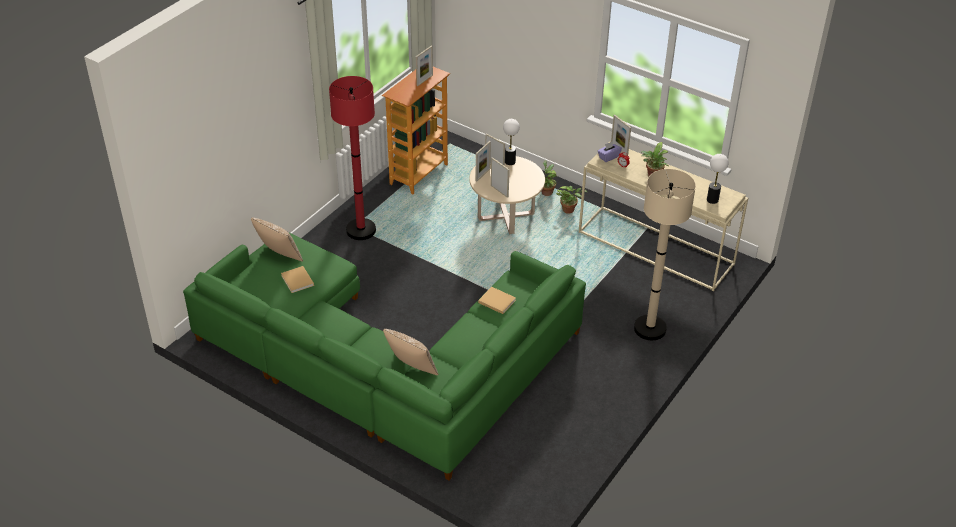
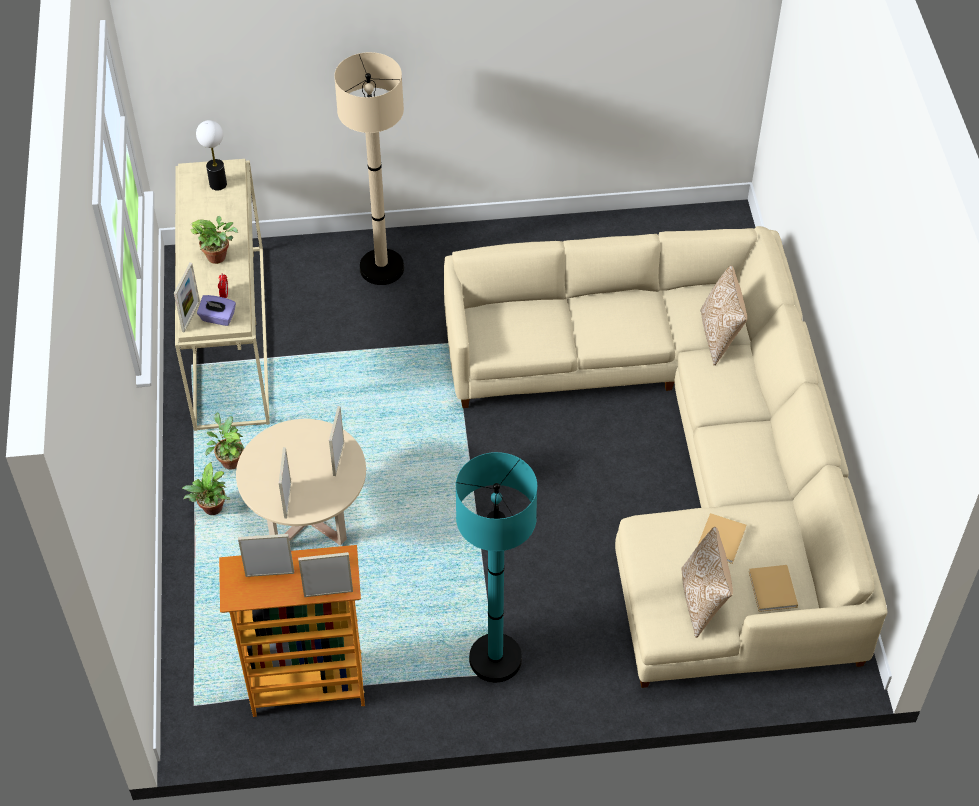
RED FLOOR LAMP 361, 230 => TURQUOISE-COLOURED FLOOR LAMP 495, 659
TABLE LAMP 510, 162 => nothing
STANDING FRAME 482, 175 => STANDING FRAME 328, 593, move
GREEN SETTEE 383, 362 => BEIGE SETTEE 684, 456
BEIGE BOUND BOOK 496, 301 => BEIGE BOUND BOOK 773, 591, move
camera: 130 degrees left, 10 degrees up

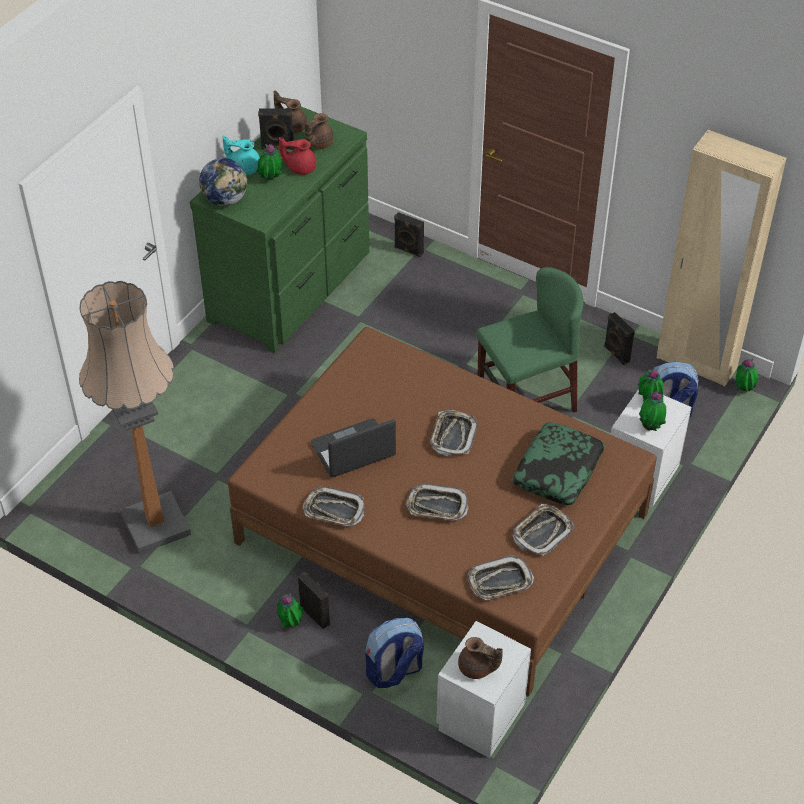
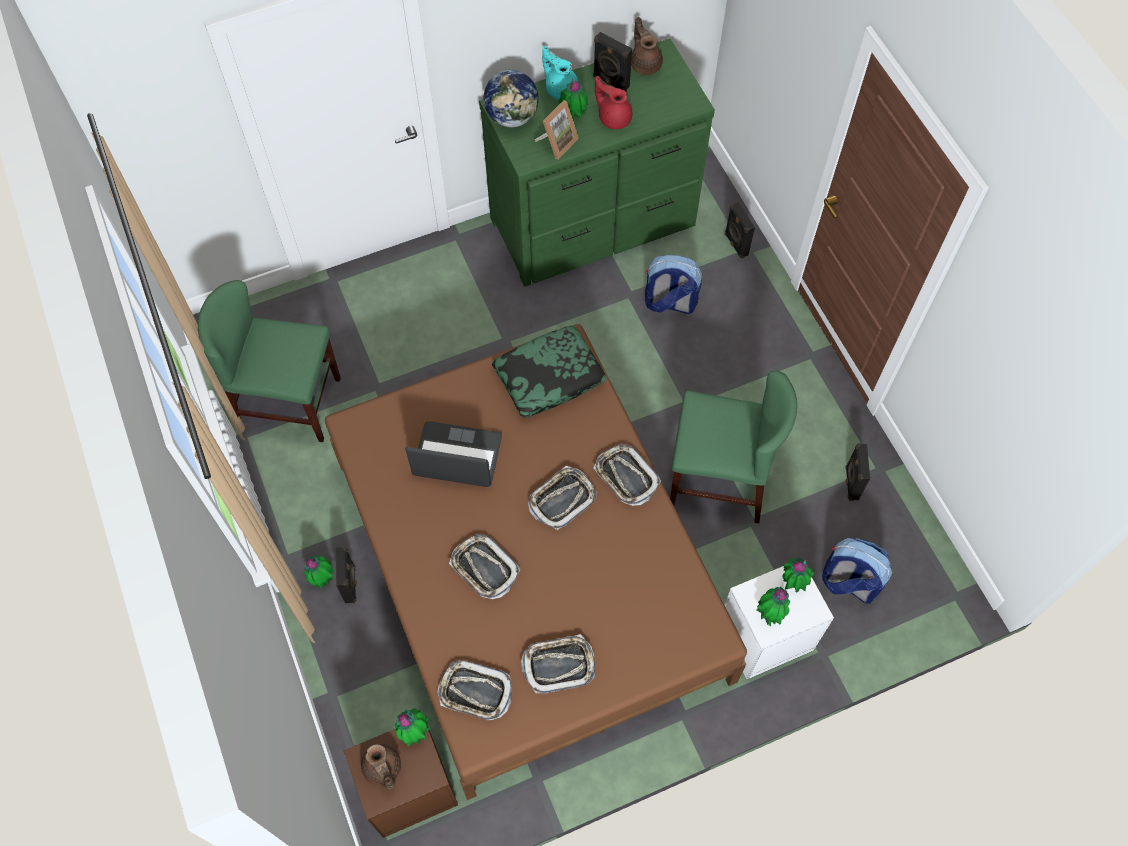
BROWN-COLOURED TEA POT 318, 143 => nothing
BEIGE WARDROBE 696, 363 => nothing
FLOOR LAMP 155, 524 => GREEN CHAIR 290, 403
PLANT IN A POT 743, 389 => PLANT IN A POT 414, 732, move
PILLOW 558, 470 => PILLOW 549, 377, move
SERVING TRAY 334, 510 => SERVING TRAY 626, 477, move
KNAPSACK 394, 671 => KNAPSACK 669, 303, move
WHITE-COLOURED NIGHTSTAND 479, 717 => BROWN-COLOURED NIGHTSTAND 407, 789
nothing => STANDING FRAME 557, 143
camera: 35 degrees right, 15 degrees up

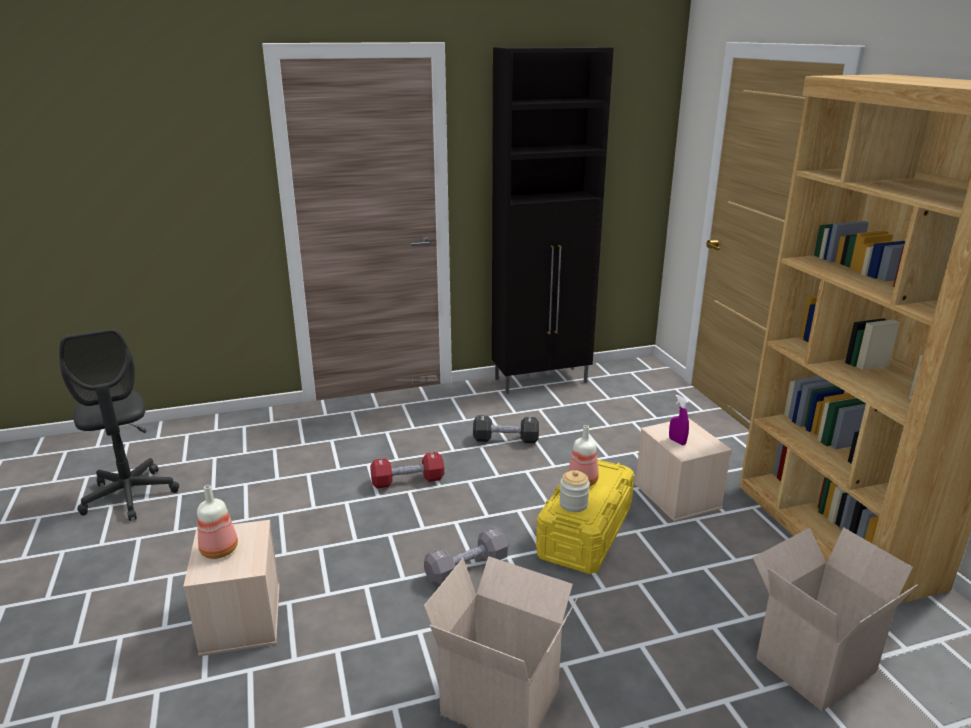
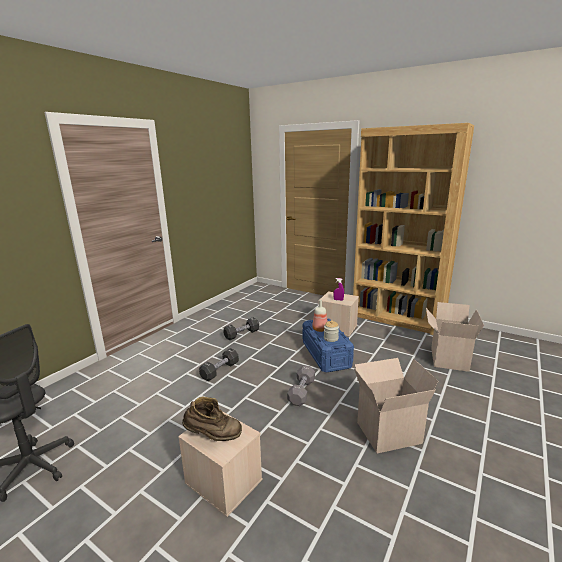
BLACK-COLOURED STORAGE CABINET 542, 380 => nothing
RED FREE WEIGHT 408, 481 => BLACK-COLOURED FREE WEIGHT 220, 371
YELLOW-COLOURED STORAGE CONTAINER 585, 532 => BLUE STORAGE CONTAINER 326, 354
DRINK BOTTLE 220, 549 => BROWN-COLOURED TALL BOOT 213, 436
camera: 40 degrees left, 5 degrees down

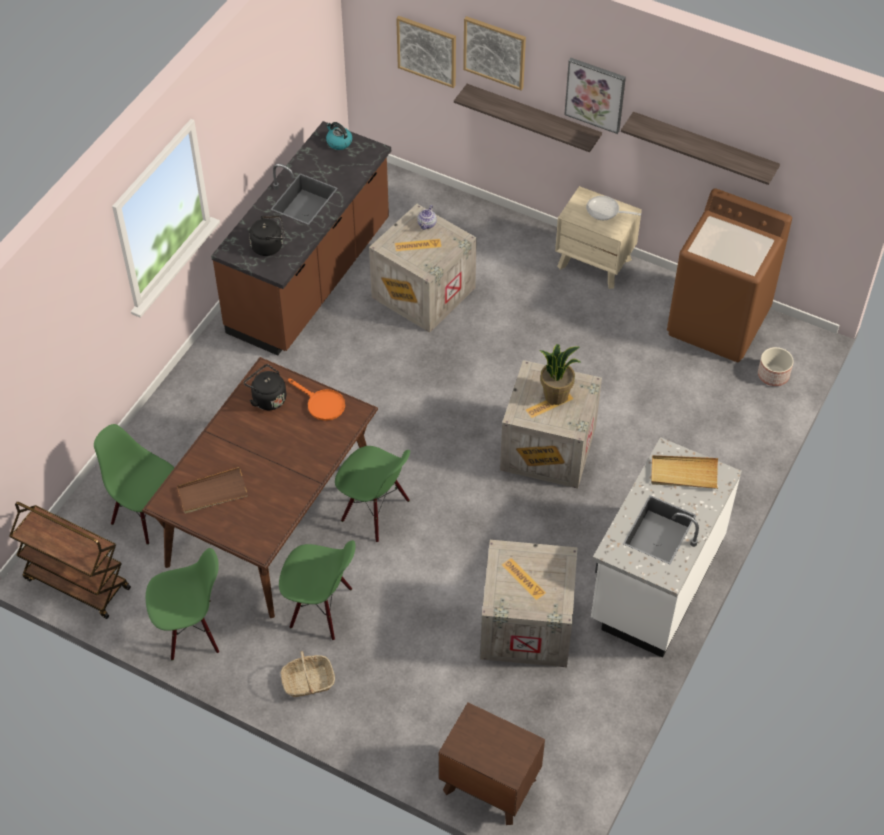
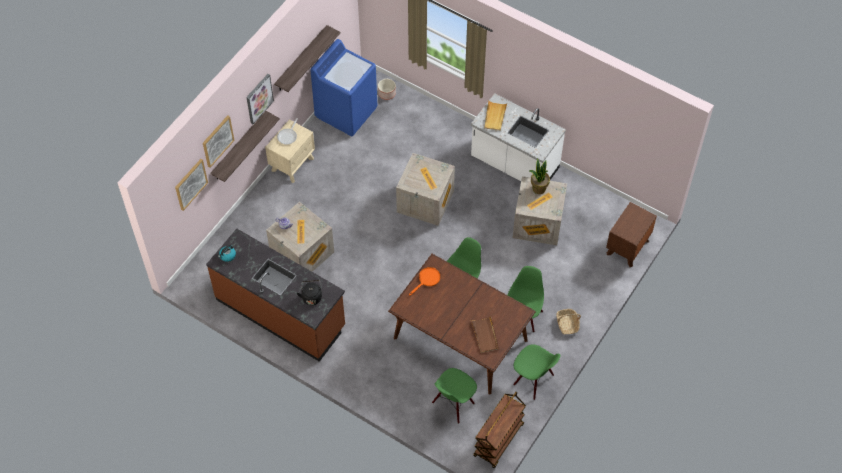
BROWN-COLOURED WASHING MACHINE 718, 322 => BLUE WASHING MACHINE 346, 112
PLANT IN A POT 556, 395 => PLANT IN A POT 538, 188, move
BLACK-COLOURED TEA KETTLE 267, 398 => nothing
GREEN CHAIR 191, 631 => GREEN CHAIR 533, 380, 135 degrees clockwise
camera: 85 degrees left, 5 degrees up

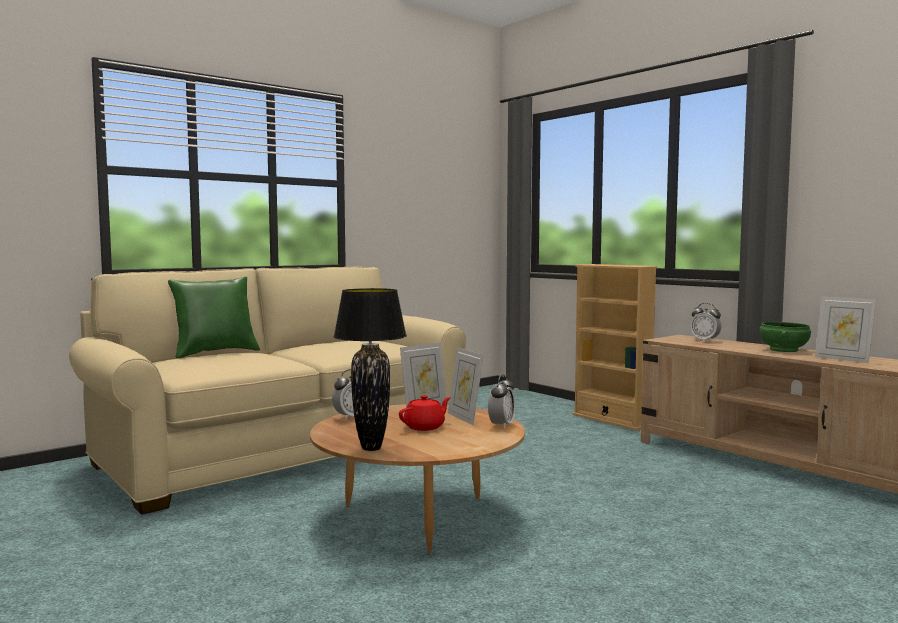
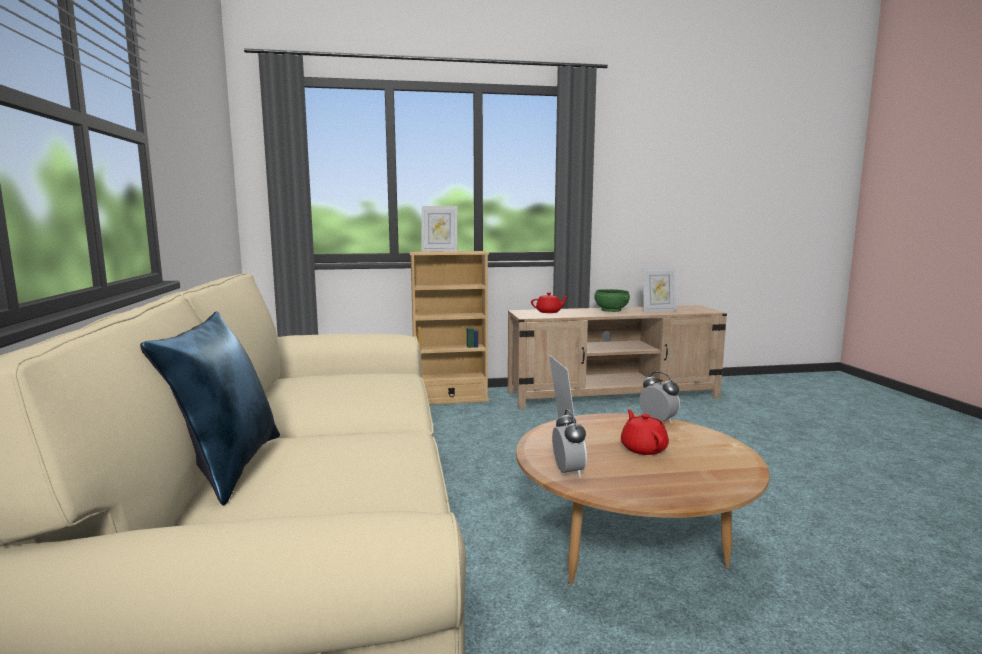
GREEN PILLOW 215, 353 => BLUE PILLOW 226, 468
BLACK-COLOURED TABLE LAMP 372, 448 => nothing
BEDSIDE CLOCK 705, 341 => RED TEA POT 549, 312
STANDING FRAME 465, 418 => STANDING FRAME 439, 251, move
camera: 60 degrees left, 5 degrees up

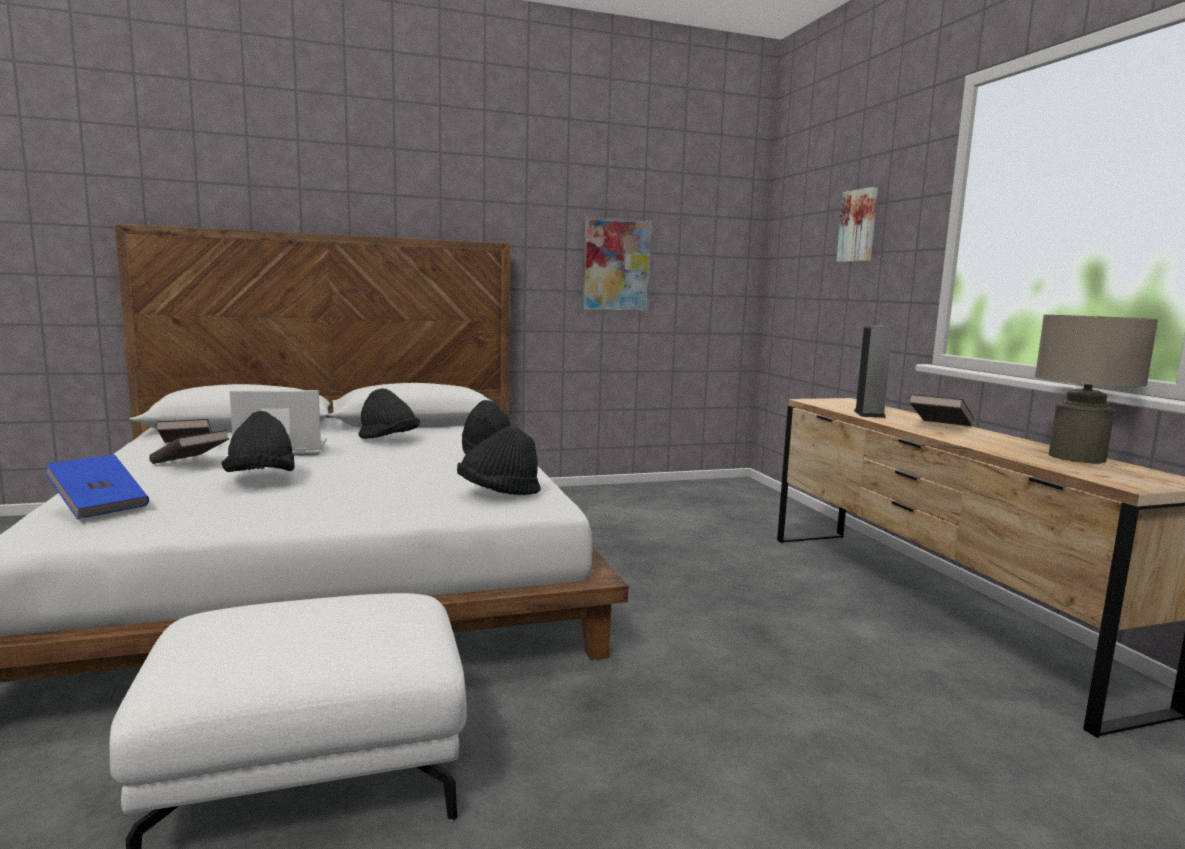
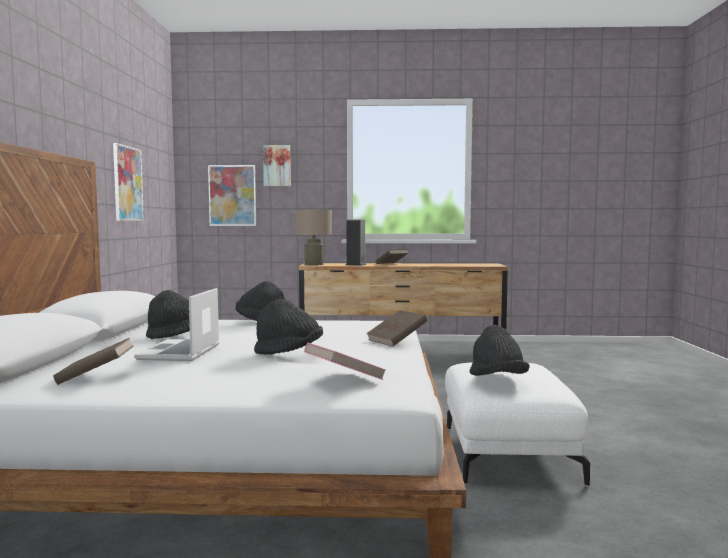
BEIGE TABLE LAMP 1077, 457 => BEIGE TABLE LAMP 314, 264, move
BLACK-COLOURED HAT 499, 493 => BLACK-COLOURED HAT 497, 380, move
BROWN-COLOURED BOUND BOOK 190, 463 => BROWN-COLOURED BOUND BOOK 396, 340, move
BLUE BOUND BOOK 100, 505 => PINK BOUND BOOK 344, 378
nothing => WALL PICTURE 232, 195
camera: 70 degrees left, 5 degrees down

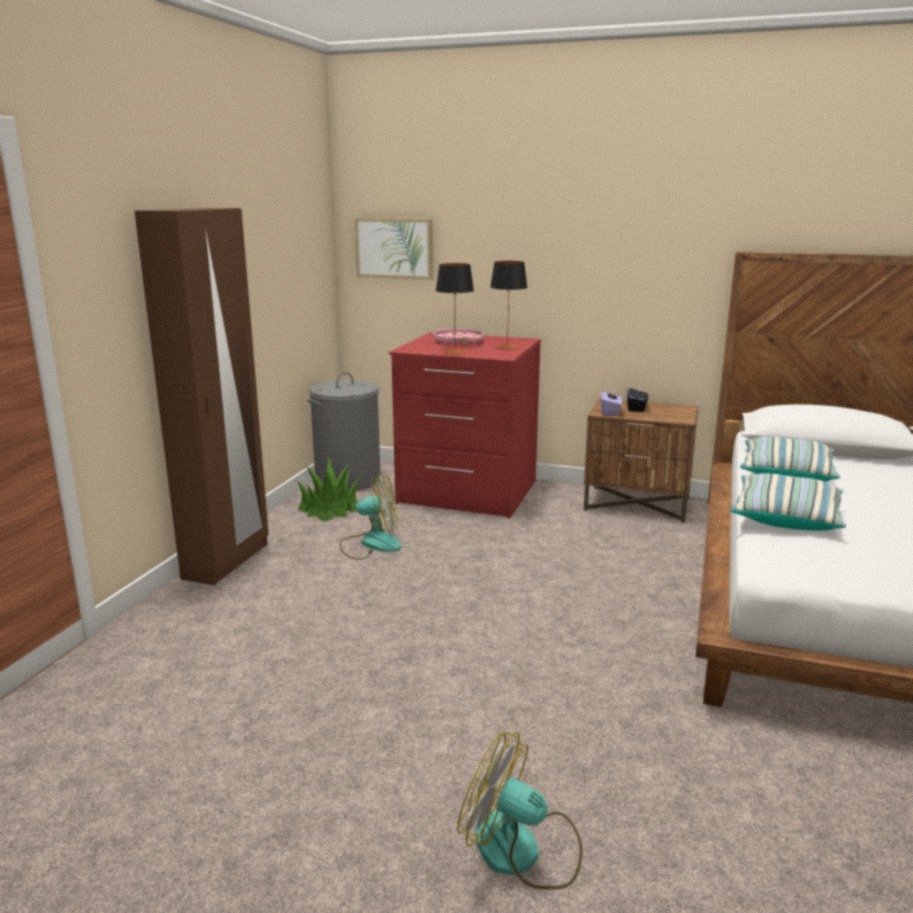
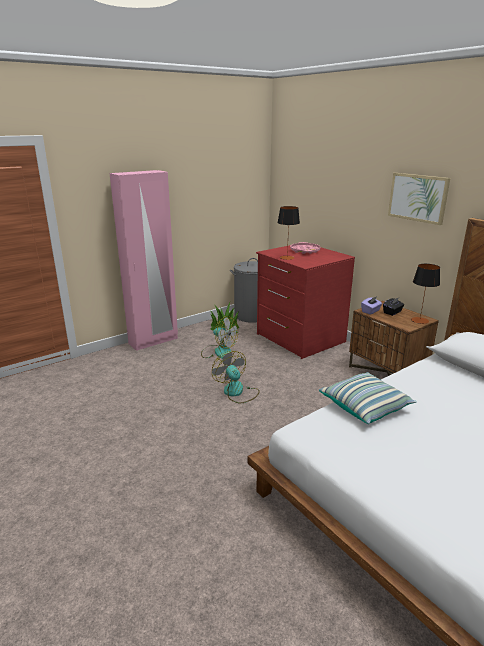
BROWN-COLOURED WARDROBE 227, 561 => PINK WARDROBE 153, 341
WALL PICTURE 394, 248 => WALL PICTURE 418, 197, move
TABLE LAMP 507, 347 => TABLE LAMP 419, 320, move
PILLOW 786, 474 => nothing
FAN 522, 851 => FAN 237, 392, move
camera: 35 degrees right, 5 degrees up

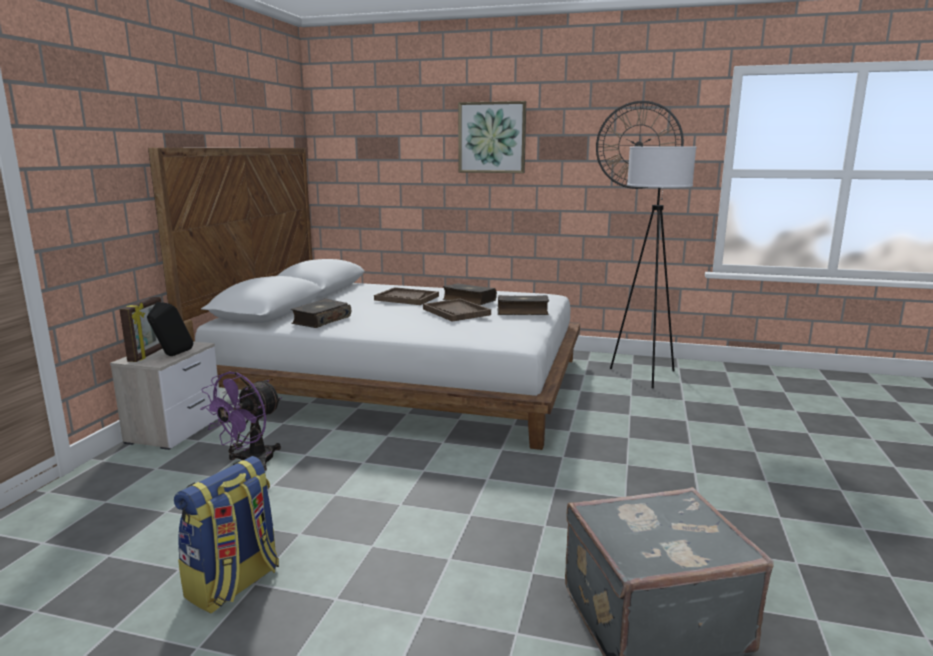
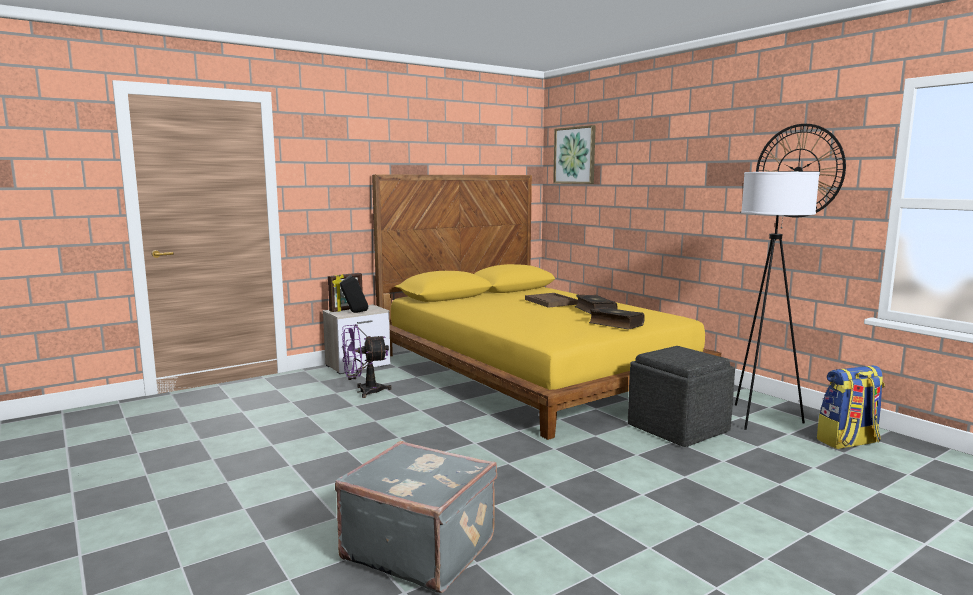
WALL PICTURE 492, 137 => WALL PICTURE 575, 155, move
WHITE-COLOURED BEDROOM BED 401, 381 => YELLOW-COLOURED BEDROOM BED 534, 371
BOUND BOOK 321, 320 => nothing
BROWN-COLOURED SERVING TRAY 456, 312 => nothing
KNAPSACK 234, 584 => KNAPSACK 848, 442, move
nothing => GREY POUFFE 678, 427
camera: 40 degrees right, 5 degrees down

